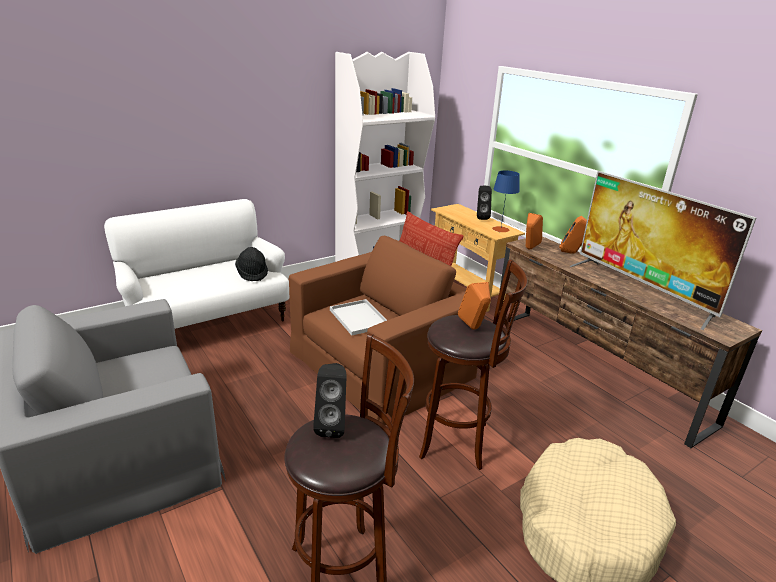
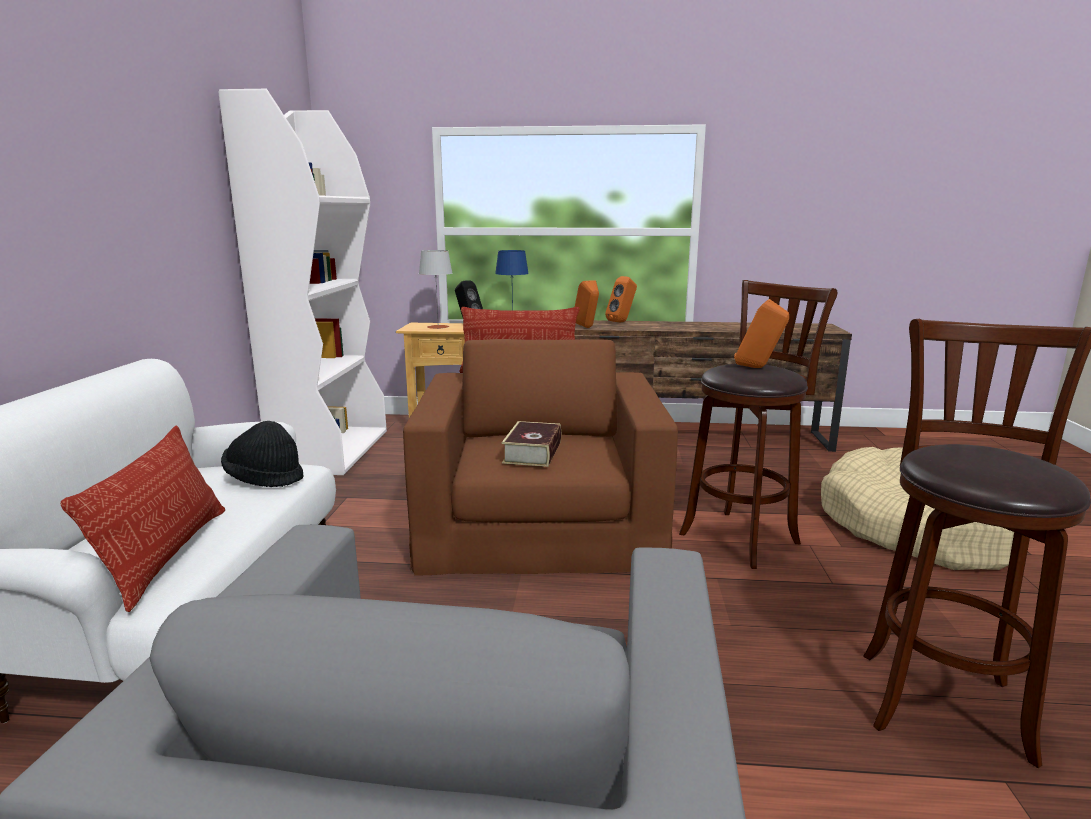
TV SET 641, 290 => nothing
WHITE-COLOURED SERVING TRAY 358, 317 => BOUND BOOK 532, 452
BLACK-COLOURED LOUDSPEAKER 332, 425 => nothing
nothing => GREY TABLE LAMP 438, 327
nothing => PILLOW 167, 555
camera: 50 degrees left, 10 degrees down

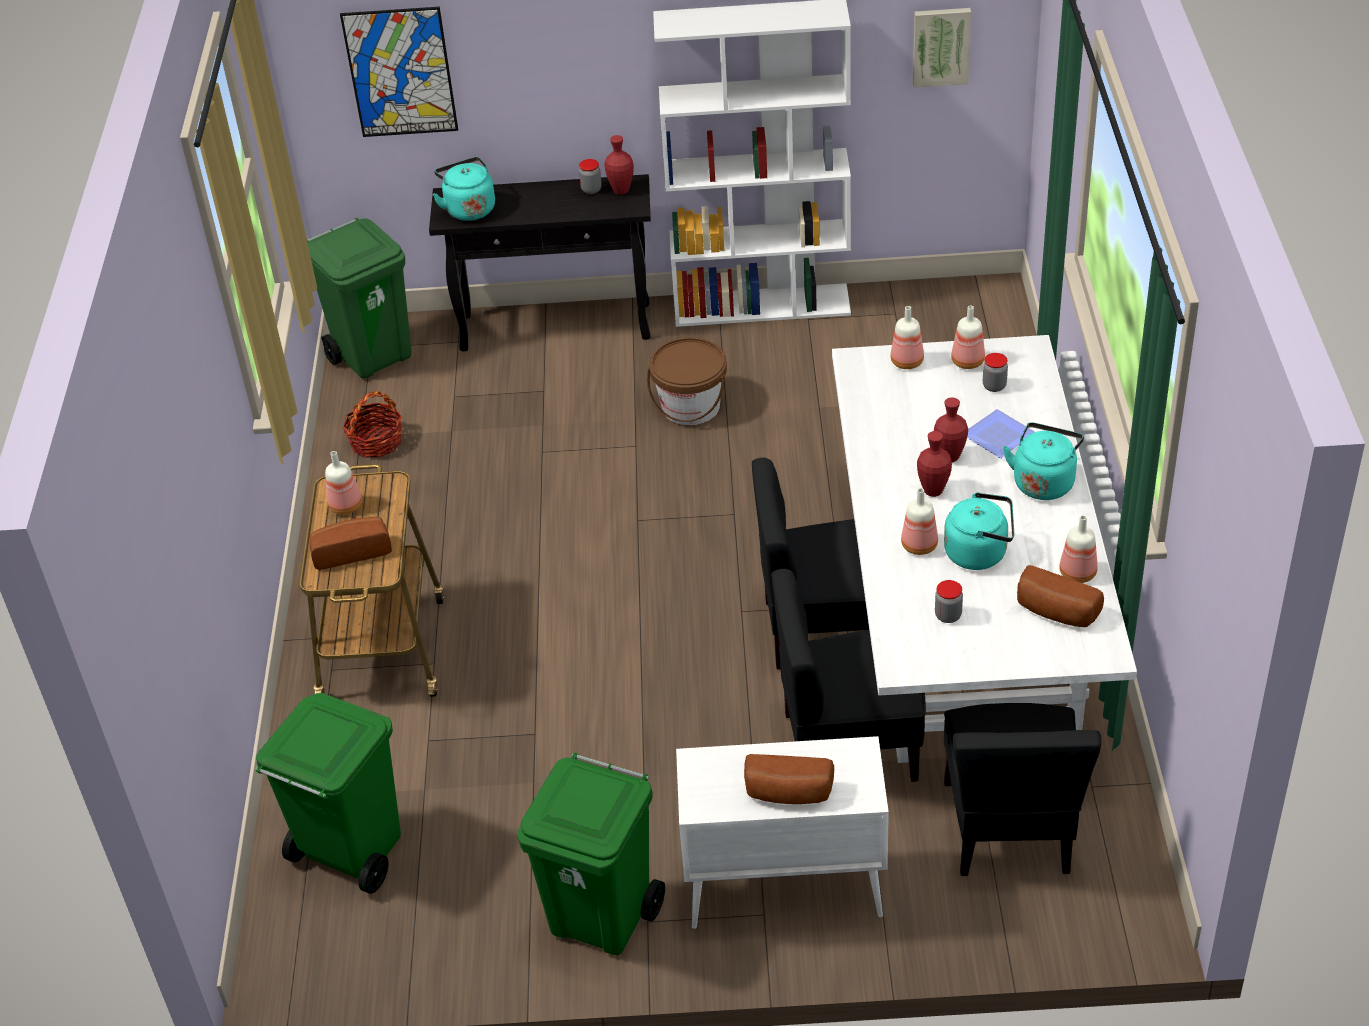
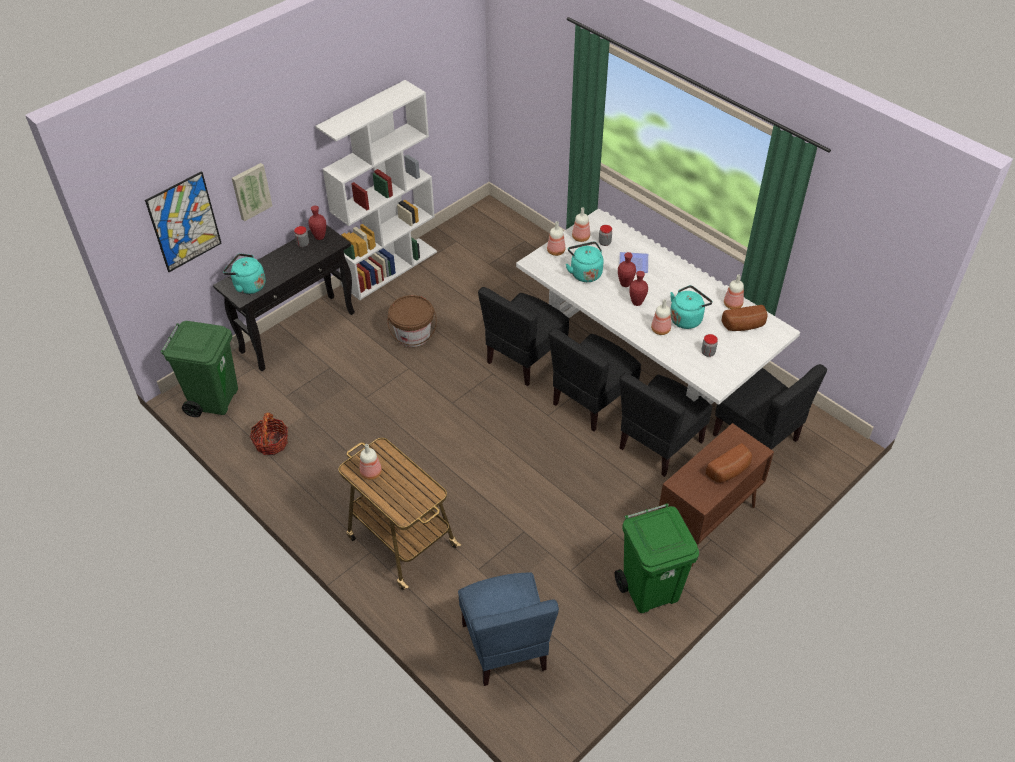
WALL PICTURE 941, 46 => WALL PICTURE 251, 191, move
TURQUOISE-COLOURED TEA KETTLE 1044, 481 => TURQUOISE-COLOURED TEA KETTLE 585, 273, move
BAKED BREAD 351, 551 => nothing
GREEN TRASH CAN 350, 852 => BLUE CHAIR 506, 646
WHITE-COLOURED STORAGE CABINET 782, 889 => BROWN-COLOURED STORAGE CABINET 705, 524
nothing => BLACK-COLOURED CHAIR 525, 358
camera: 45 degrees left, 5 degrees up

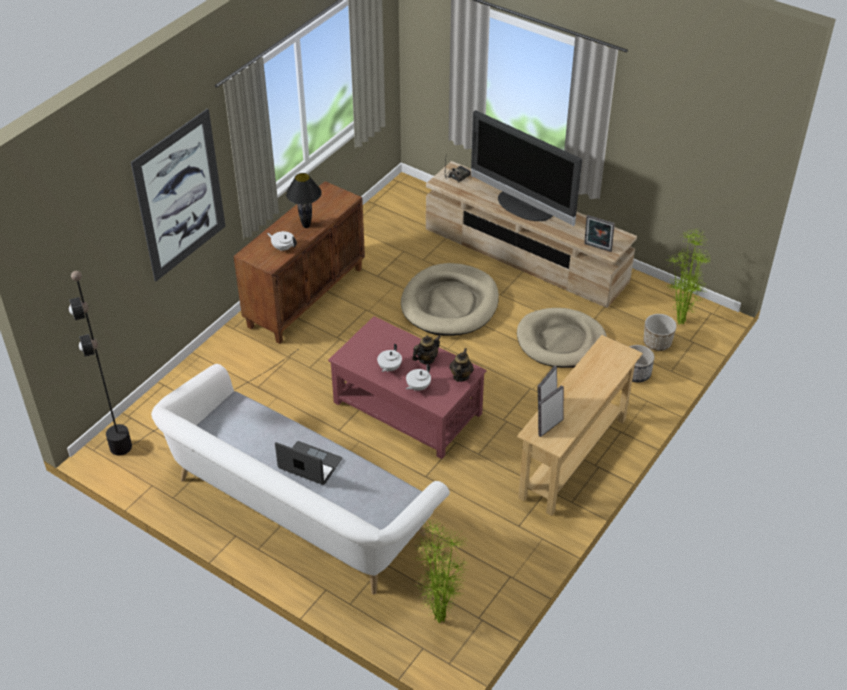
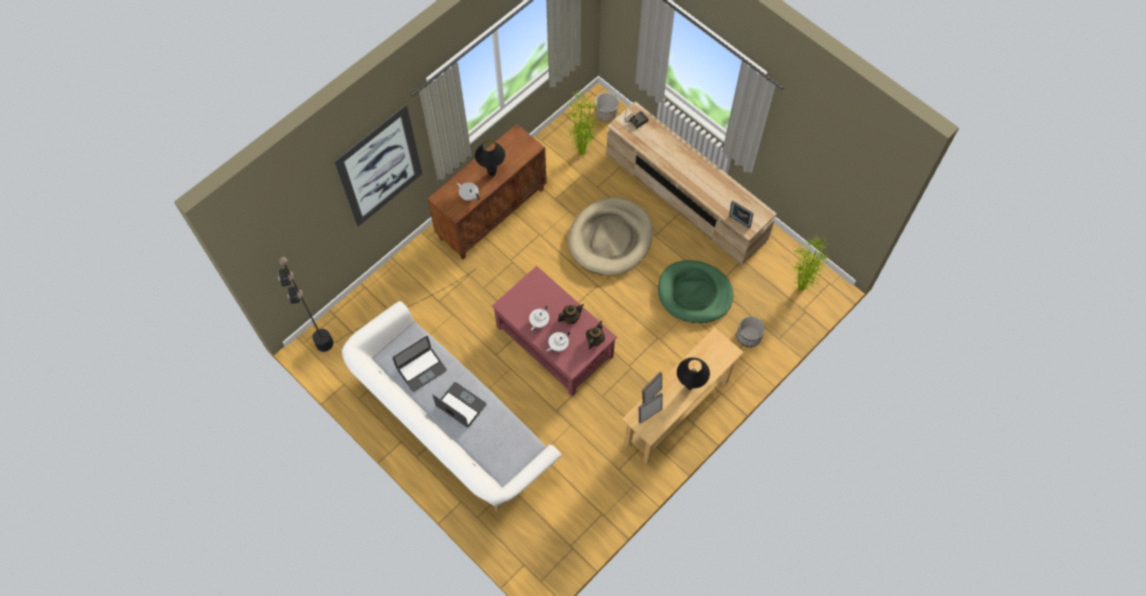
TV SET 523, 207 => nothing
BEIGE DOG CUSHION 561, 341 => GREEN DOG CUSHION 694, 293
FLOWER POT 657, 343 => FLOWER POT 606, 114, move
PLANT IN A POT 438, 618 => PLANT IN A POT 581, 152, move
nothing => NOTEBOOK COMPUTER 421, 369
nothing => BLACK-COLOURED TABLE LAMP 689, 386
camera: 10 degrees right, 20 degrees up

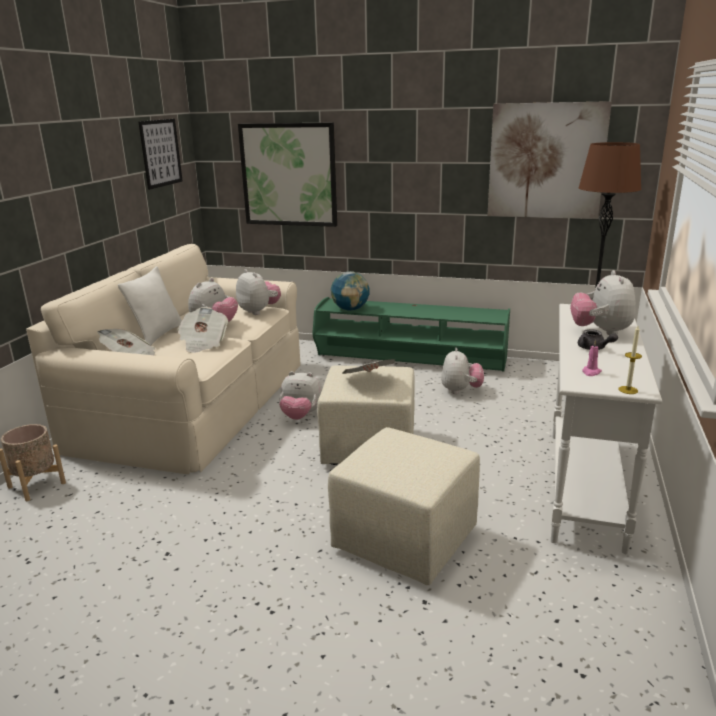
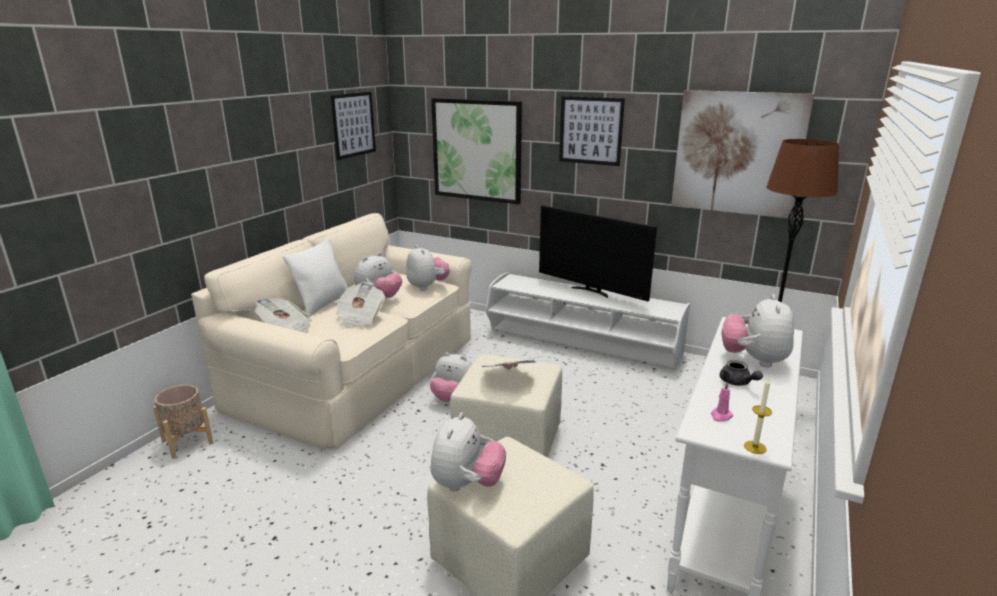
WORLD GLOBE 350, 309 => nothing
GREEN MEDIA CONSOLE 410, 358 => WHITE-COLOURED MEDIA CONSOLE 582, 343
CUDDLY TOY 461, 391 => CUDDLY TOY 467, 484, move
nothing => WALL PICTURE 590, 130
nothing => TV SET 591, 291
camera: 10 degrees right, 0 degrees up

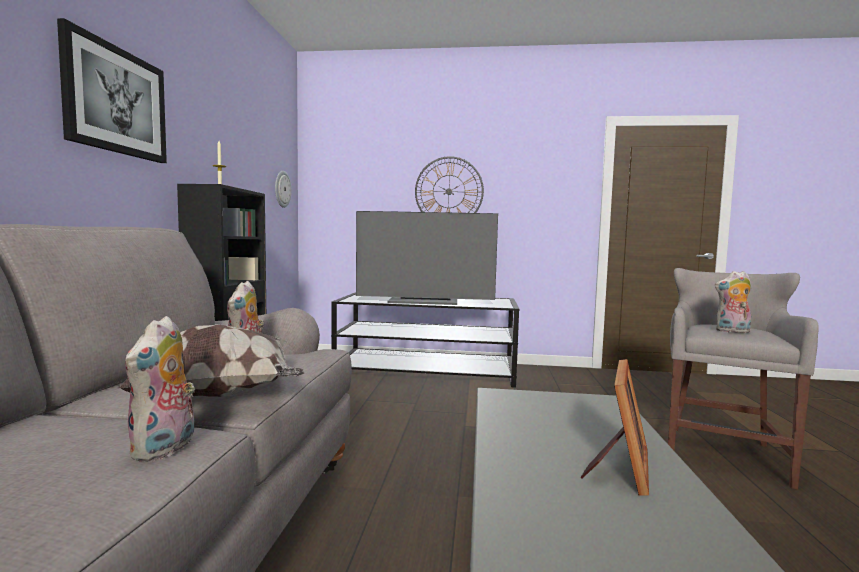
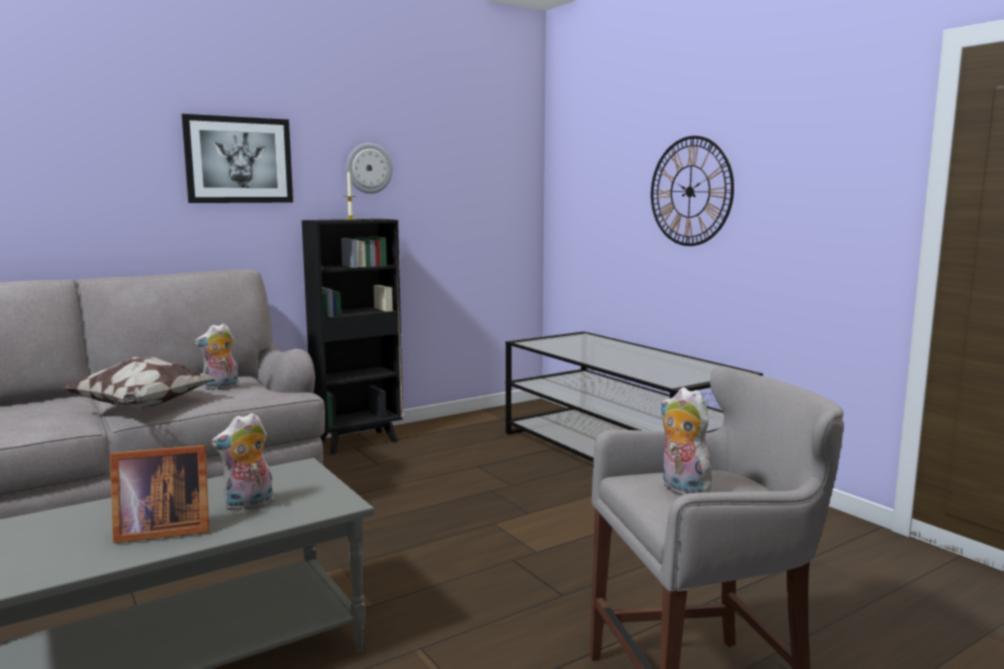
HANGING CLOCK 282, 189 => HANGING CLOCK 369, 168, move
TV SET 424, 301 => nothing
CUDDLY TOY 165, 449 => CUDDLY TOY 248, 505, move
camera: 50 degrees right, 5 degrees up

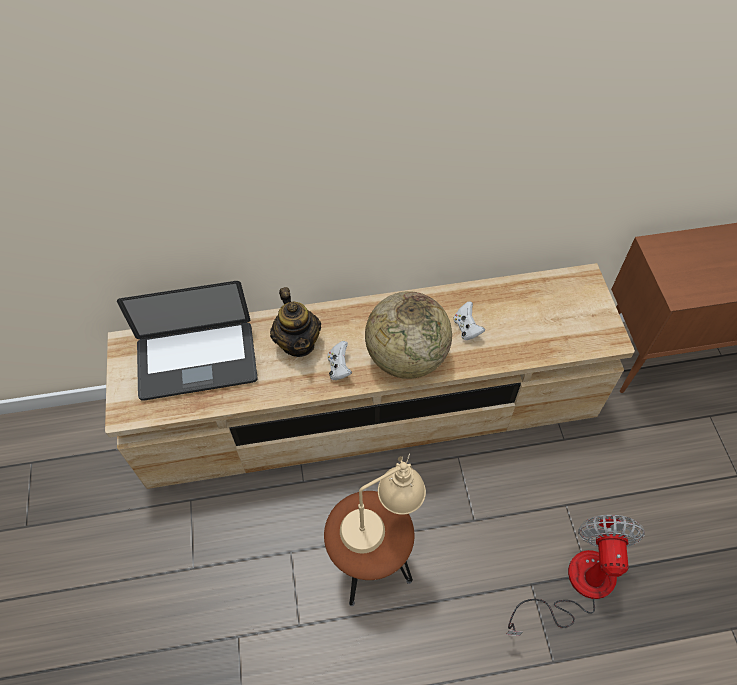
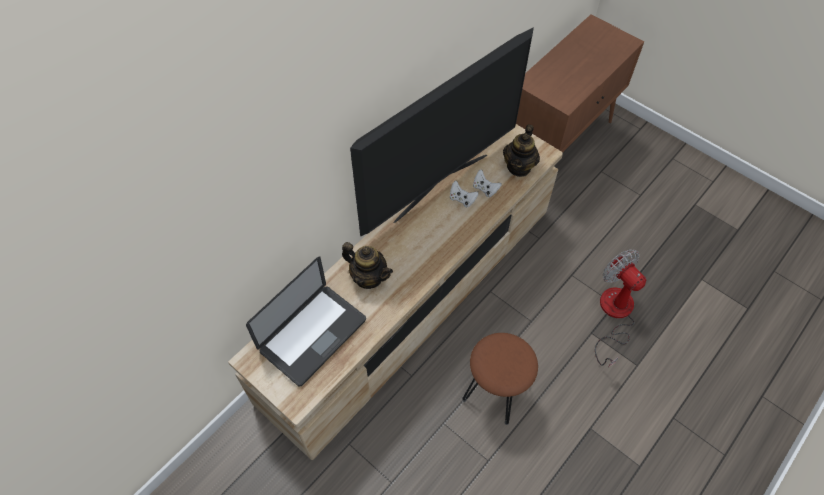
WORLD GLOBE 406, 357 => nothing
WHITE-COLOURED GAME CONTROLLER 339, 367 => WHITE-COLOURED GAME CONTROLLER 485, 189, move
BEIGE TABLE LAMP 381, 523 => nothing
nothing => TV SET 440, 186
nothing => TEA POT 519, 167
camera: 40 degrees left, 0 degrees up

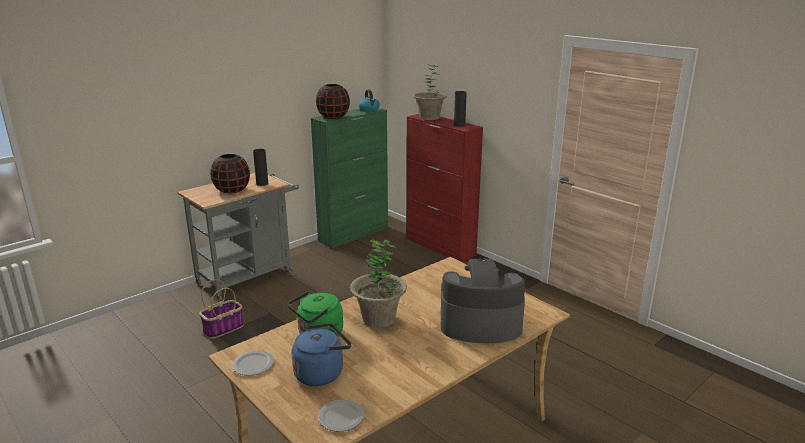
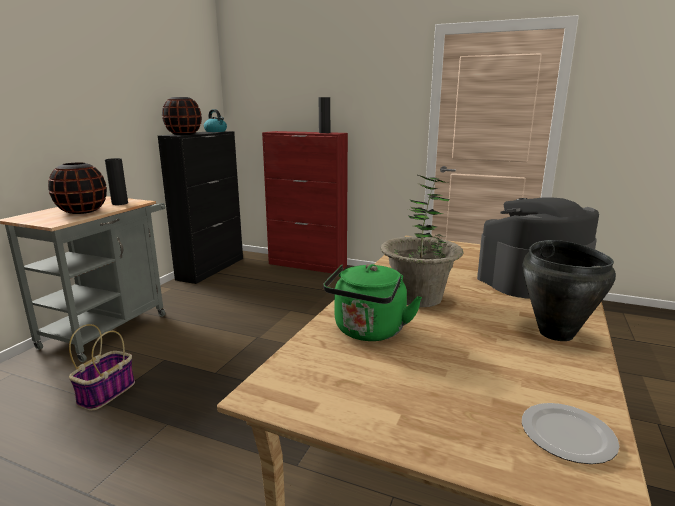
PLANT IN A POT 429, 118 => nothing
GREEN STORAGE CABINET 354, 234 => BLACK-COLOURED STORAGE CABINET 211, 268
BLUE TEA KETTLE 321, 373 => nothing
PLATE 252, 364 => nothing
nothing => BLACK-COLOURED COOKING POT 556, 333
camera: 25 degrees left, 5 degrees down

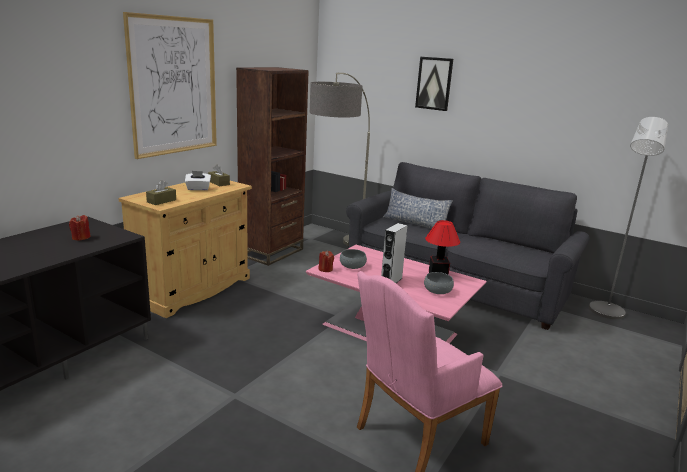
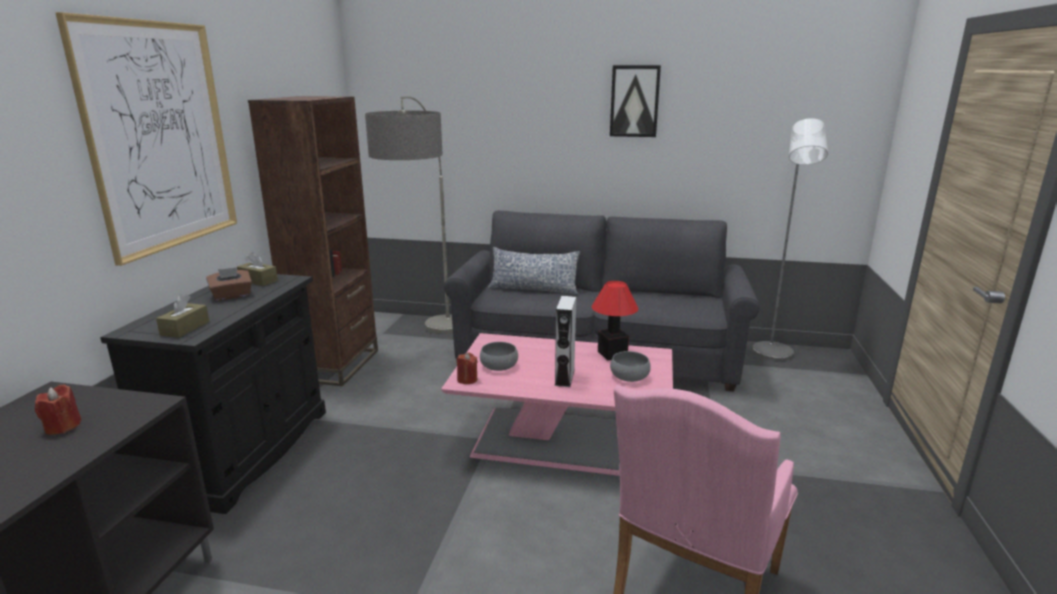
WALL PICTURE 434, 83 => WALL PICTURE 634, 101, move
WHITE-COLOURED BOX OF TISSUES 198, 189 => BROWN-COLOURED BOX OF TISSUES 232, 296
BEIGE STORAGE CABINET 193, 289 => BLACK-COLOURED STORAGE CABINET 246, 452
camera: 20 degrees left, 0 degrees up

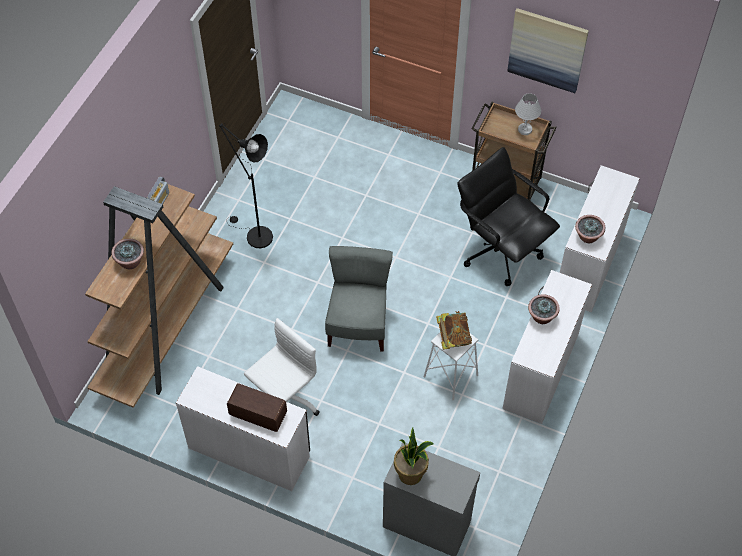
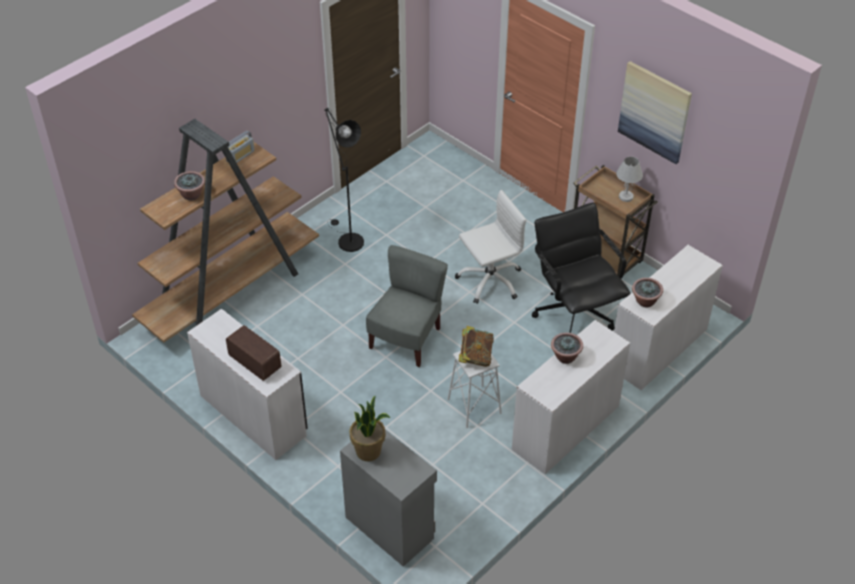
WHITE-COLOURED DESK CHAIR 284, 400 => WHITE-COLOURED DESK CHAIR 490, 280, move
camera: 20 degrees right, 10 degrees down

